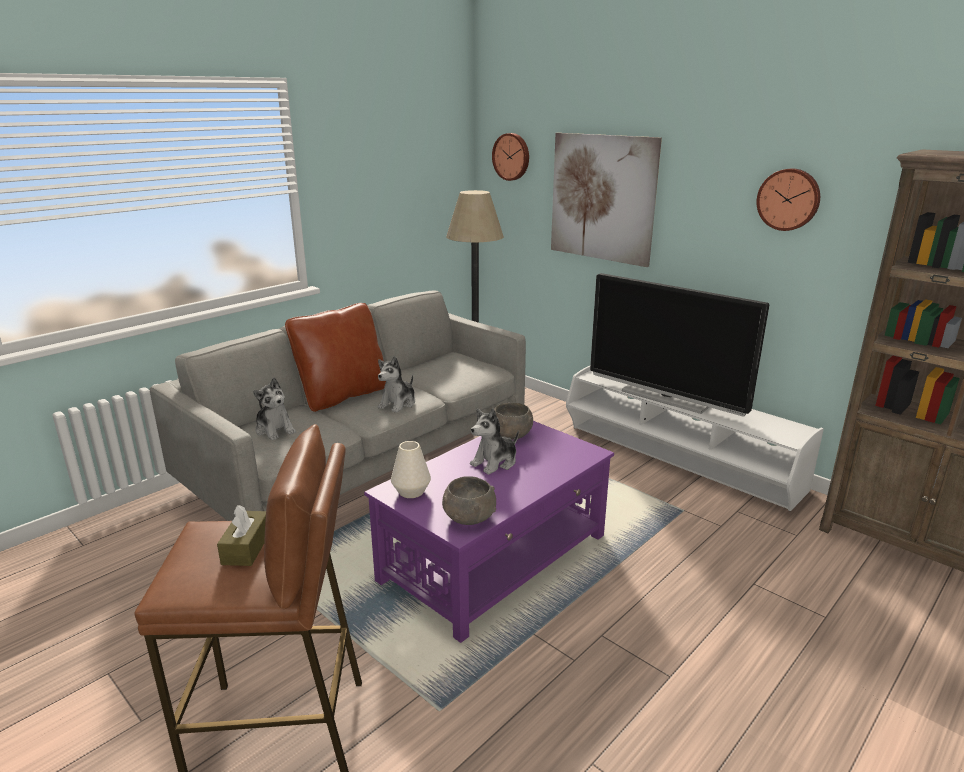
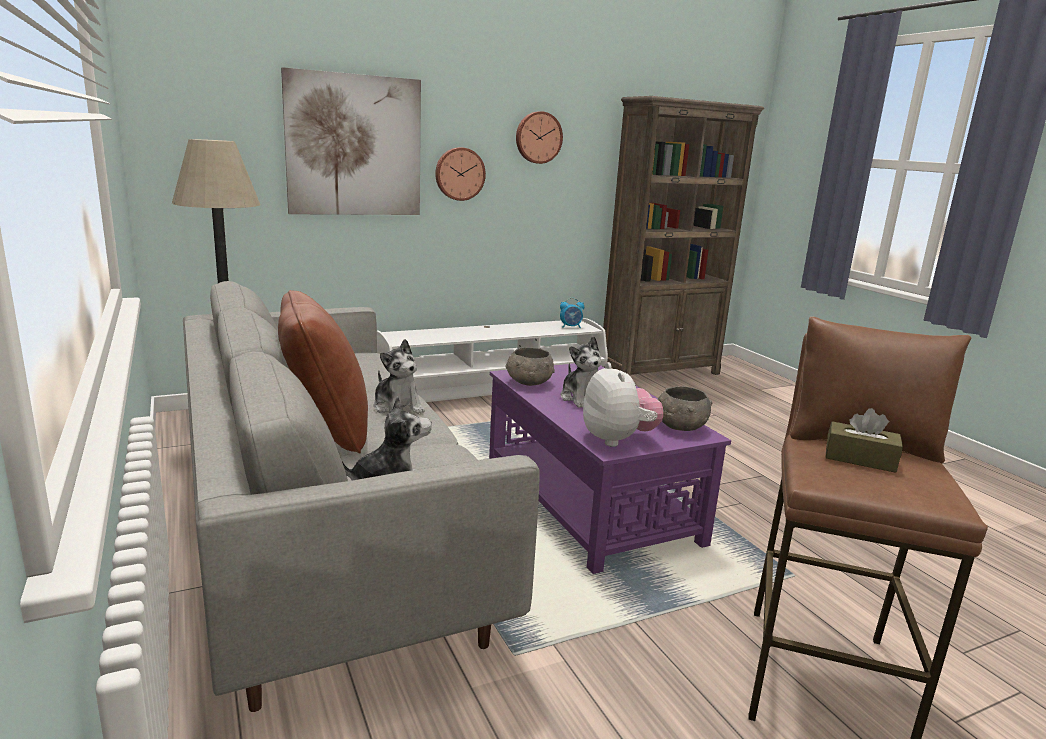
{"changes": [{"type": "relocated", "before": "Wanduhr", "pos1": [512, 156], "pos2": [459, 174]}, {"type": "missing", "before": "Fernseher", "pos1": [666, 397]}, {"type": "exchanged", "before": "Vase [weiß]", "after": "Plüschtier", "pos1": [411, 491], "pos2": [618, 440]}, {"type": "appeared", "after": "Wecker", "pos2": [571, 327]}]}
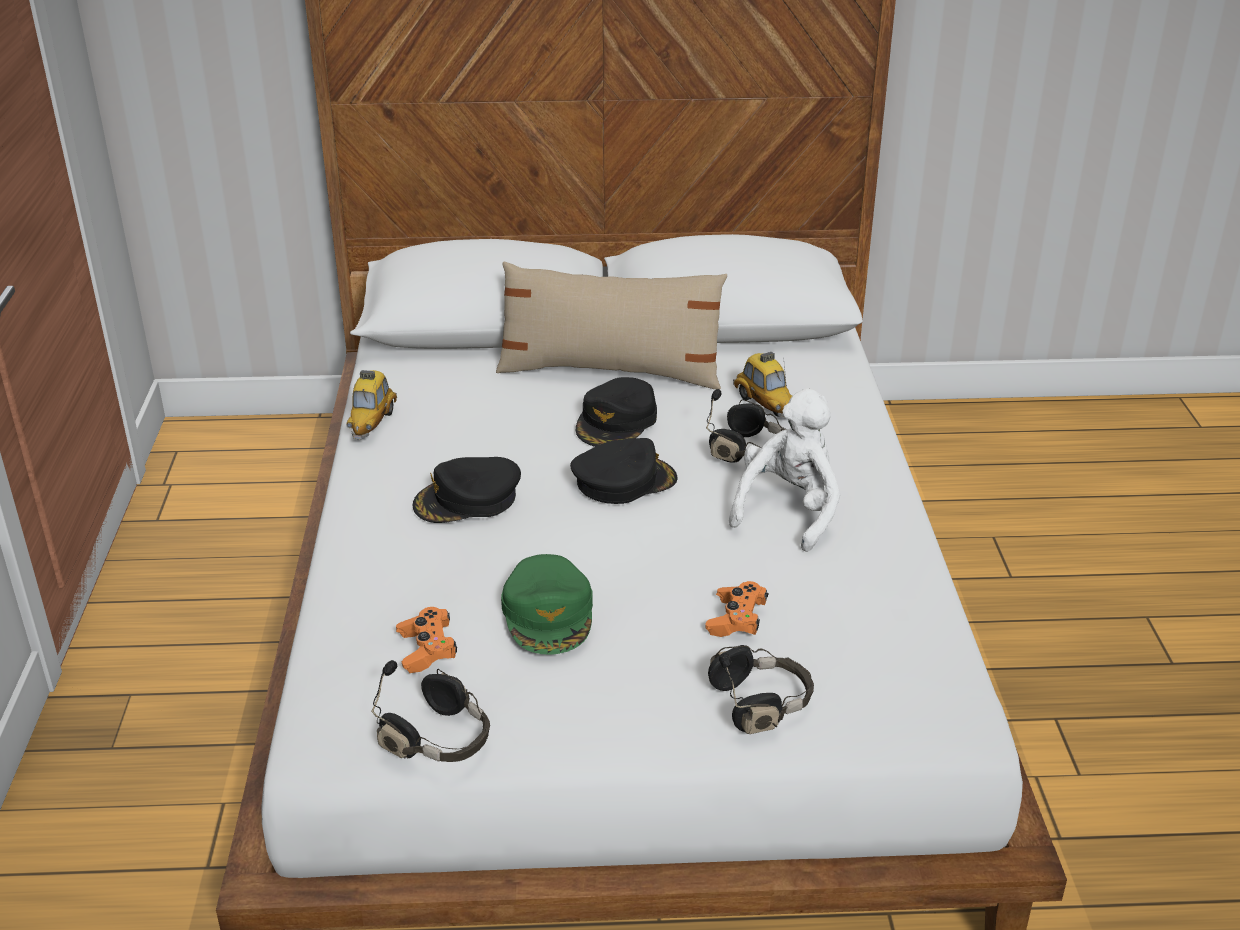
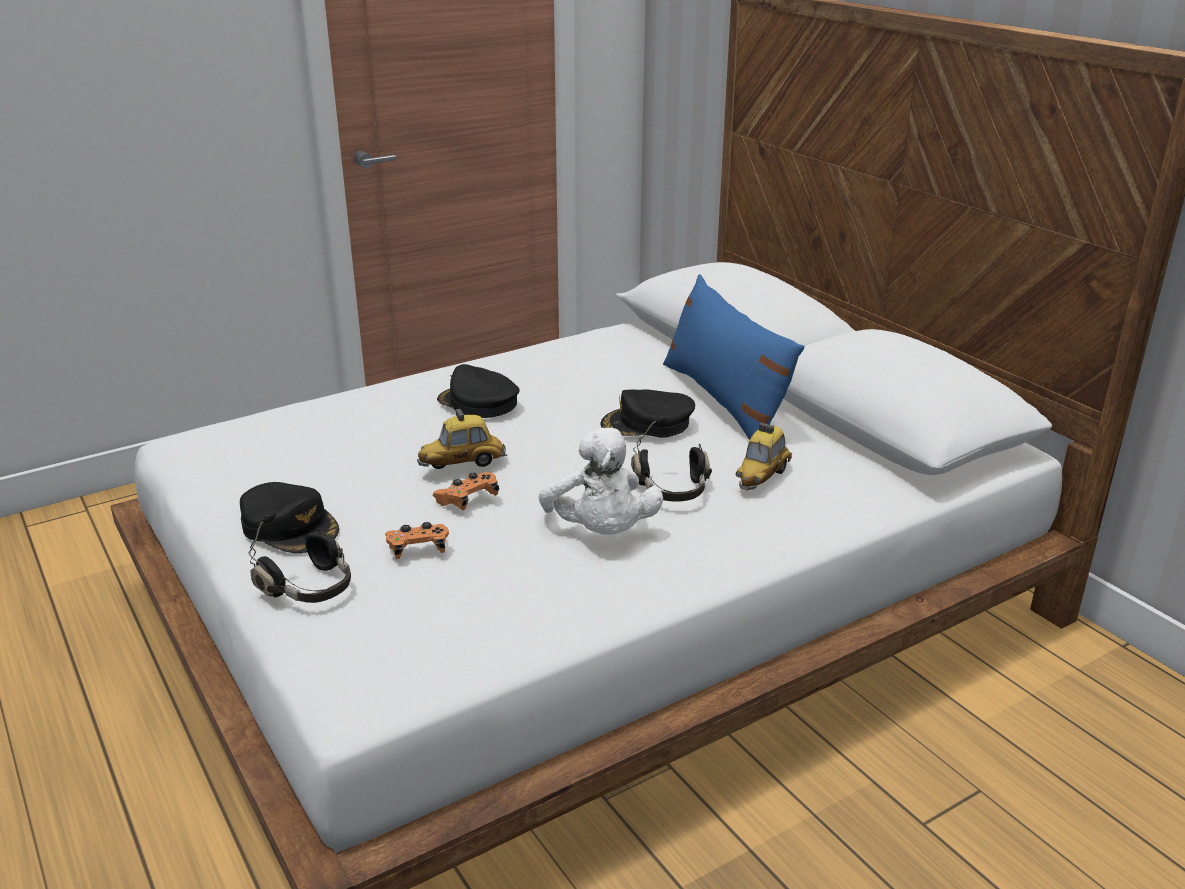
{"changes": [{"type": "colour", "before": "Kissen [beige]", "after": "Kissen [blau]", "pos1": [610, 371], "pos2": [724, 402]}, {"type": "relocated", "before": "Spielzeugauto", "pos1": [372, 423], "pos2": [462, 463]}, {"type": "spun", "before": "Plüschtier [weiß]", "pos1": [788, 511], "pos2": [601, 532], "turn": 75}, {"type": "relocated", "before": "Kappe [schwarz]", "pos1": [623, 480], "pos2": [290, 526]}, {"type": "missing", "before": "Kappe [grün]", "pos1": [549, 614]}, {"type": "relocated", "before": "Gamepad [orange]", "pos1": [427, 650], "pos2": [468, 500]}, {"type": "missing", "before": "Kopfhörer [schwarz]", "pos1": [440, 740]}]}
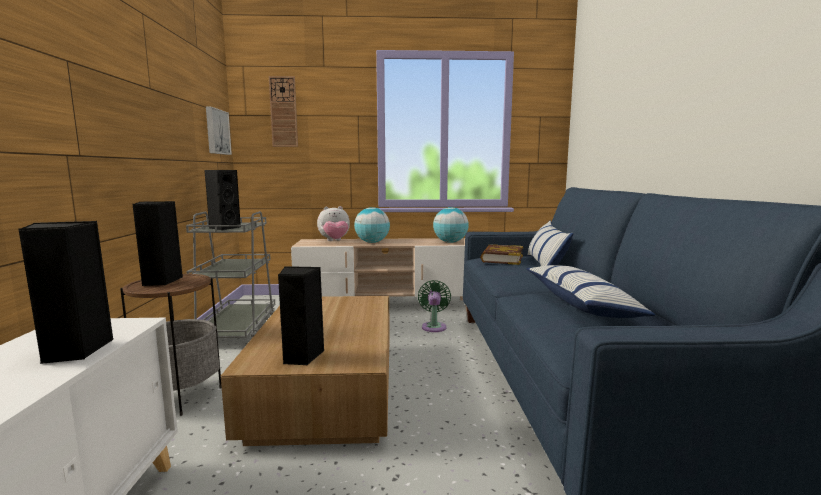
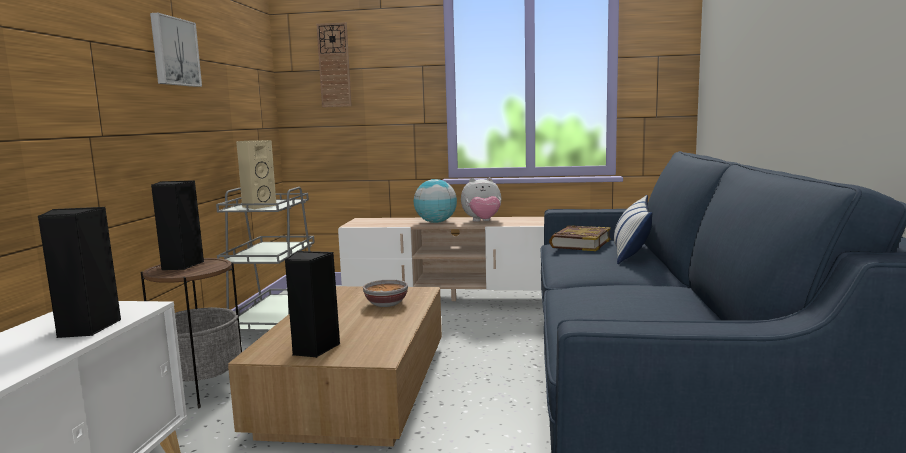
{"changes": [{"type": "relocated", "before": "Bild", "pos1": [216, 132], "pos2": [173, 52]}, {"type": "colour", "before": "Lautsprecher [schwarz]", "after": "Lautsprecher [beige]", "pos1": [224, 228], "pos2": [258, 206]}, {"type": "relocated", "before": "Plüschtier", "pos1": [334, 241], "pos2": [482, 221]}, {"type": "missing", "before": "Globus", "pos1": [450, 242]}, {"type": "missing", "before": "Kissen", "pos1": [581, 304]}, {"type": "missing", "before": "Ventilator [grün]", "pos1": [434, 326]}, {"type": "appeared", "after": "Schüssel", "pos2": [386, 304]}]}
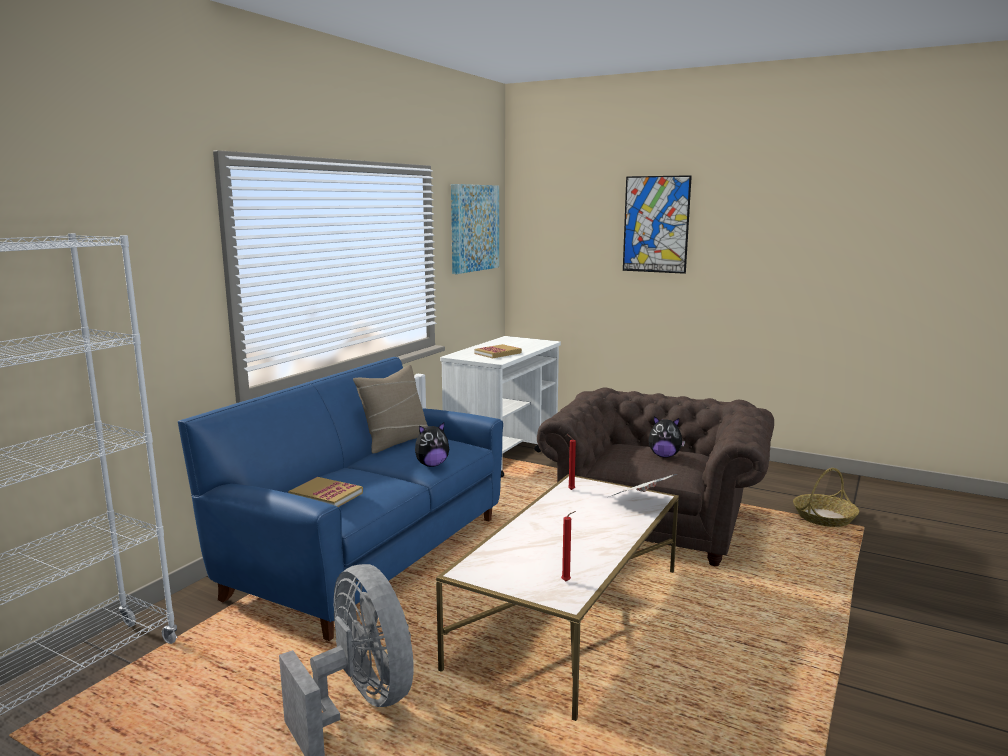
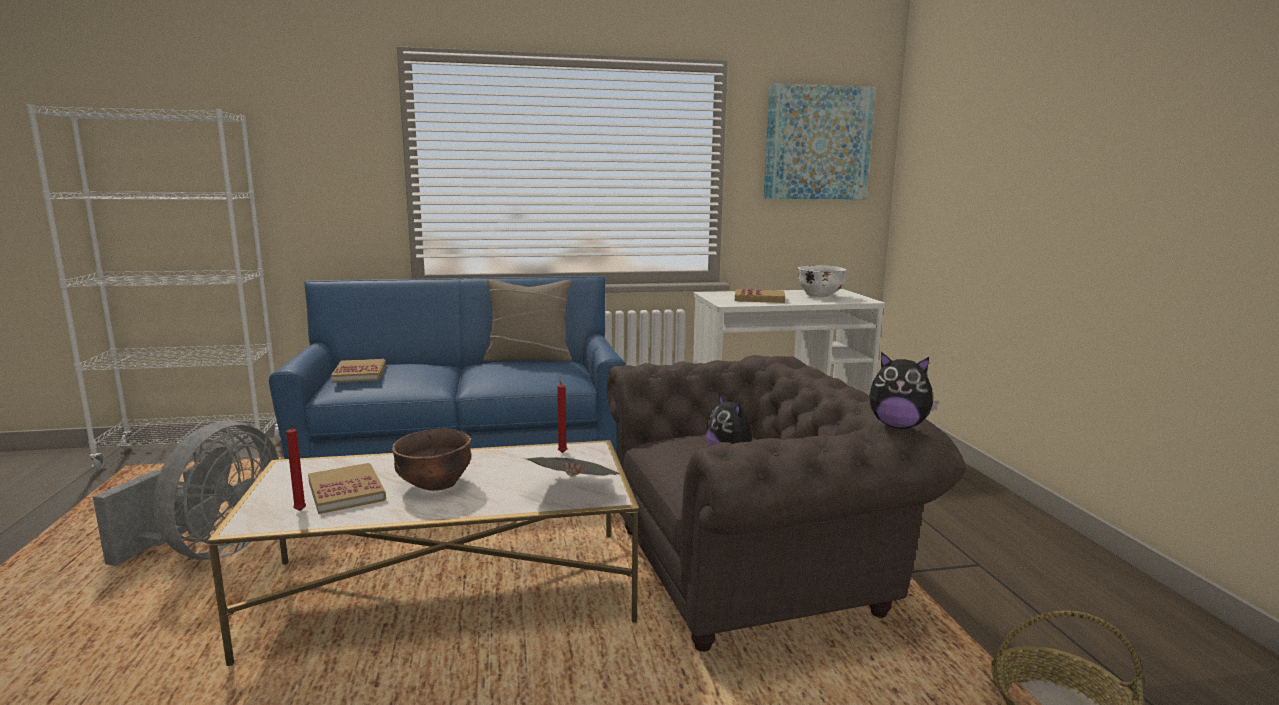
{"changes": [{"type": "missing", "before": "Bild", "pos1": [656, 224]}, {"type": "relocated", "before": "Plüschtier", "pos1": [431, 465], "pos2": [898, 426]}, {"type": "appeared", "after": "Schüssel [weiß]", "pos2": [820, 296]}, {"type": "appeared", "after": "Schüssel [braun]", "pos2": [435, 485]}, {"type": "appeared", "after": "Buch", "pos2": [346, 491]}]}
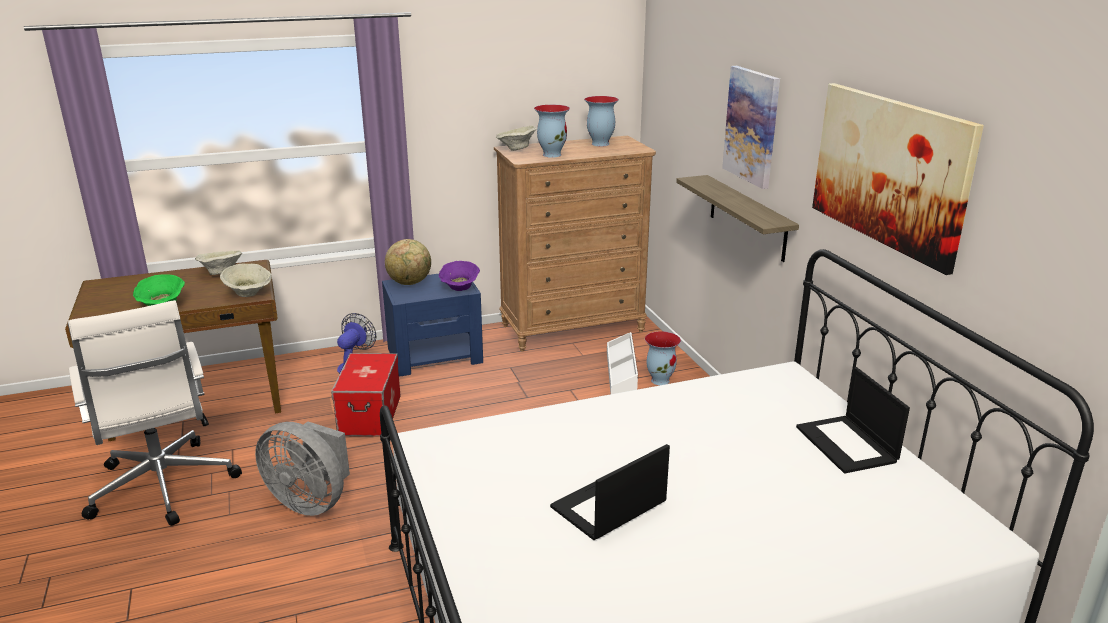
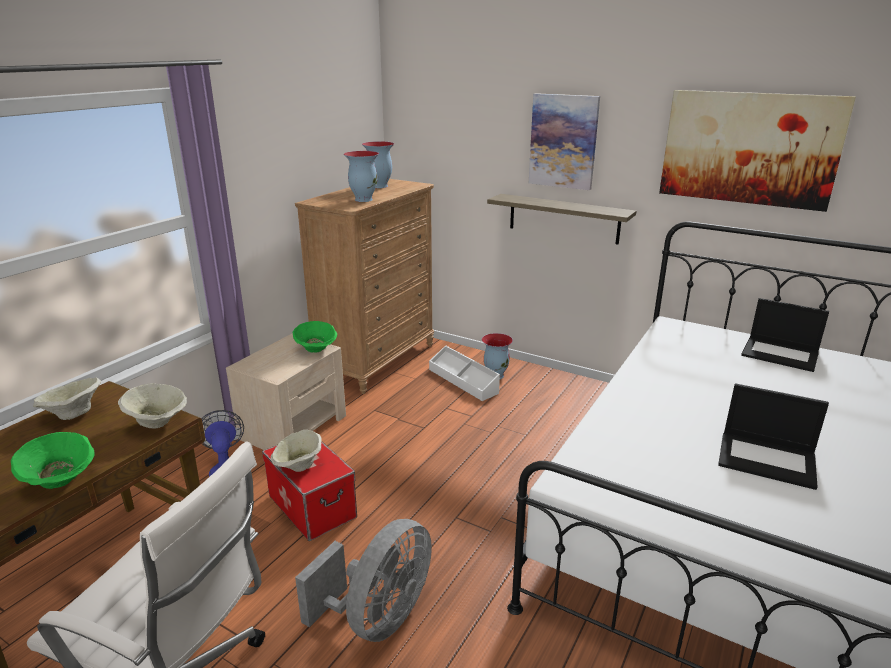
{"changes": [{"type": "relocated", "before": "Schüssel [beige]", "pos1": [516, 149], "pos2": [298, 466]}, {"type": "missing", "before": "Globus", "pos1": [410, 283]}, {"type": "colour", "before": "Schüssel [lila]", "after": "Schüssel [grün]", "pos1": [460, 288], "pos2": [316, 349]}, {"type": "colour", "before": "Nachttisch [blau]", "after": "Nachttisch [beige]", "pos1": [435, 355], "pos2": [294, 426]}, {"type": "spun", "before": "Ventilator [grau]", "pos1": [311, 501], "pos2": [378, 618], "turn": -45}, {"type": "spun", "before": "Laptop", "pos1": [608, 506], "pos2": [767, 459], "turn": -75}]}
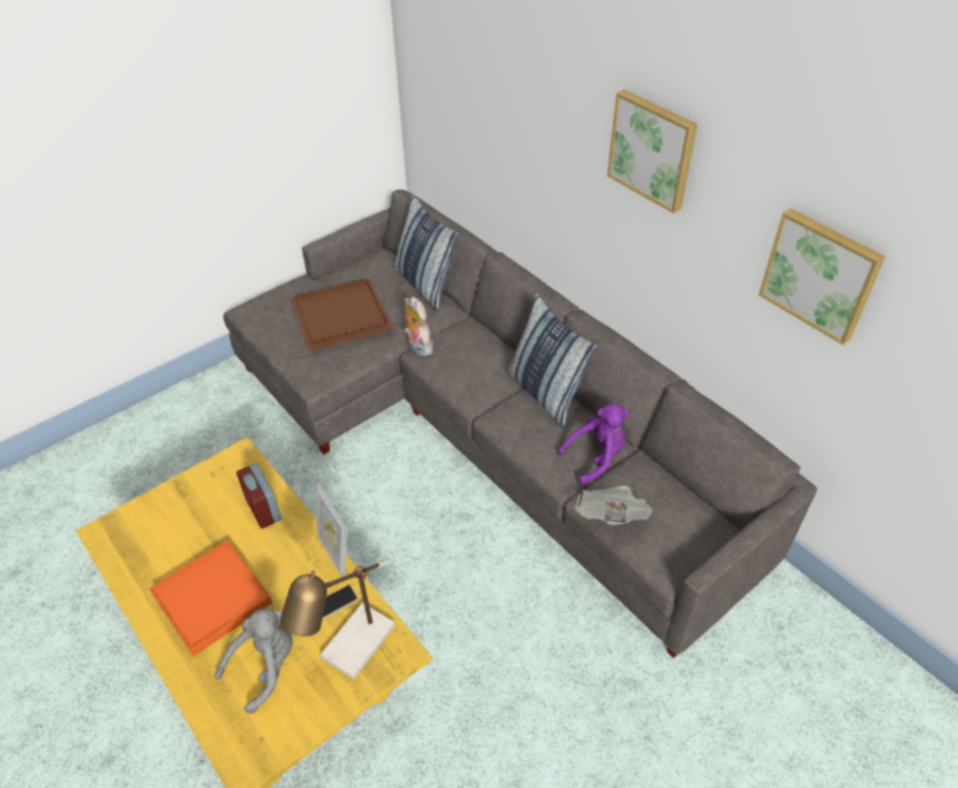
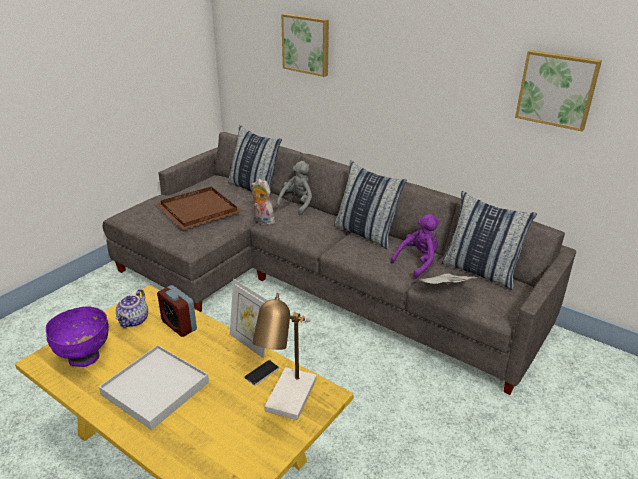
{"changes": [{"type": "relocated", "before": "Bild", "pos1": [653, 149], "pos2": [306, 44]}, {"type": "colour", "before": "Tablett [orange]", "after": "Tablett [weiß]", "pos1": [212, 599], "pos2": [155, 389]}, {"type": "relocated", "before": "Plüschtier [grau]", "pos1": [265, 666], "pos2": [297, 204]}, {"type": "appeared", "after": "Kissen", "pos2": [480, 271]}, {"type": "appeared", "after": "Teekanne", "pos2": [134, 321]}, {"type": "appeared", "after": "Schüssel [lila]", "pos2": [85, 358]}]}
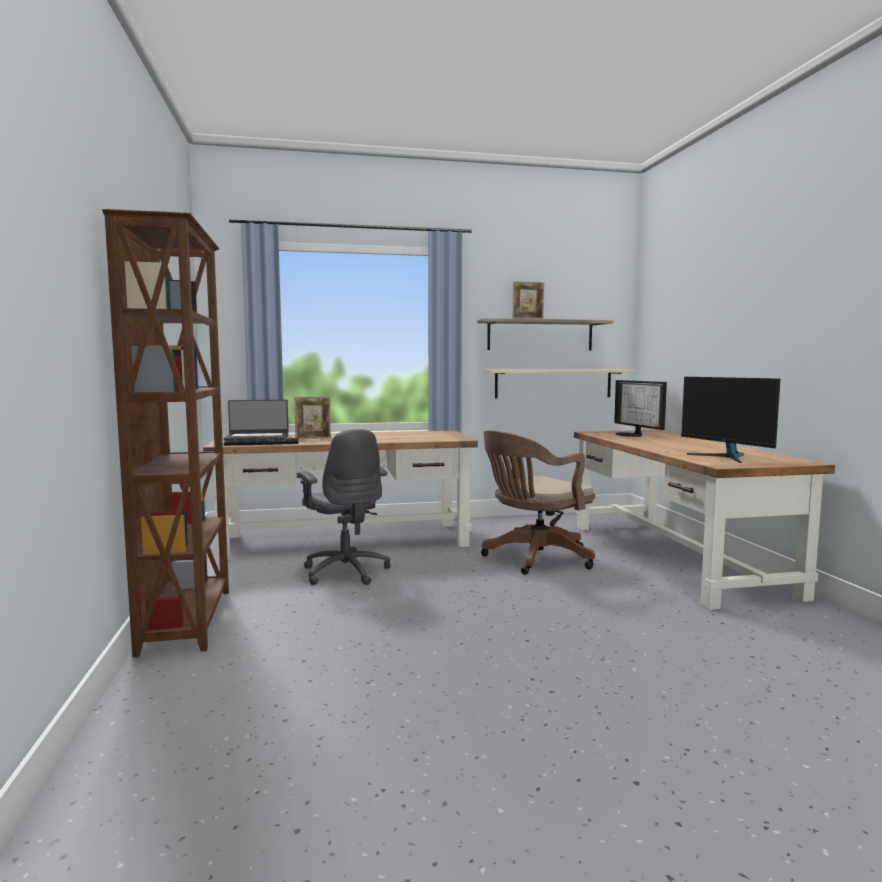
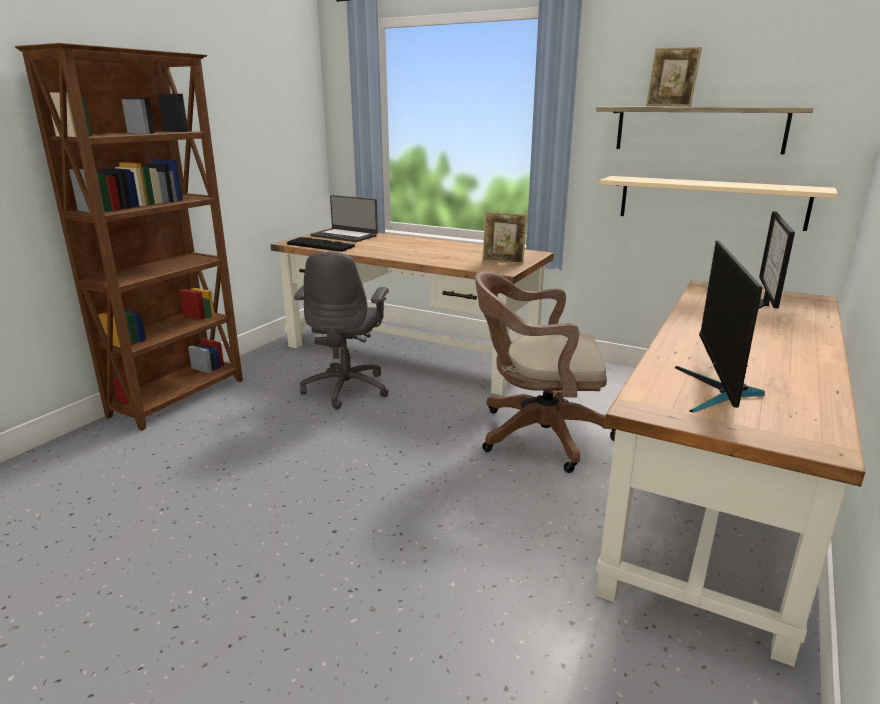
{"changes": [{"type": "relocated", "before": "Bilderrahmen", "pos1": [313, 438], "pos2": [503, 262]}]}
